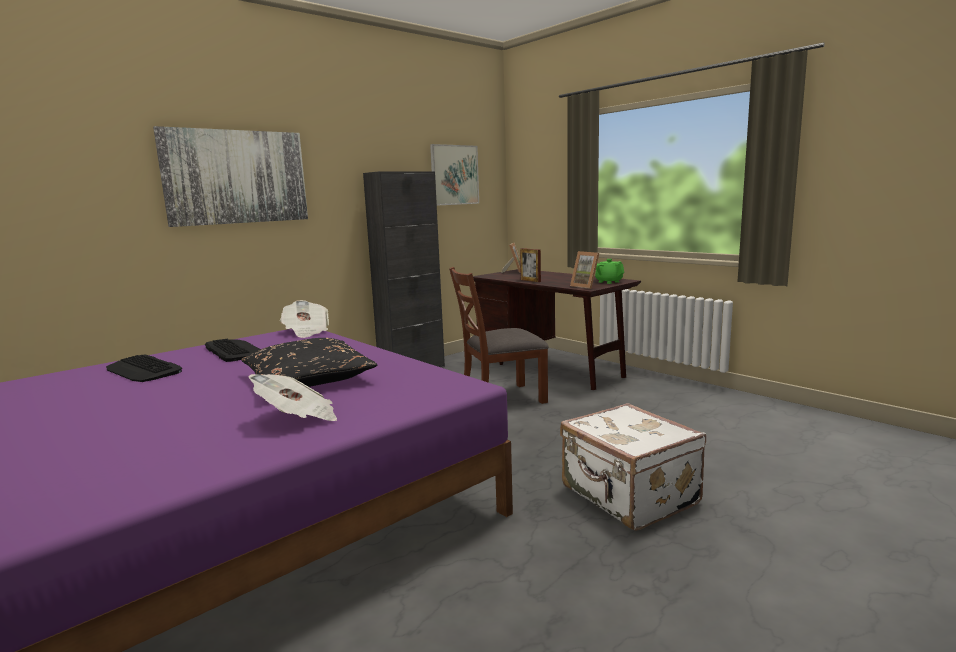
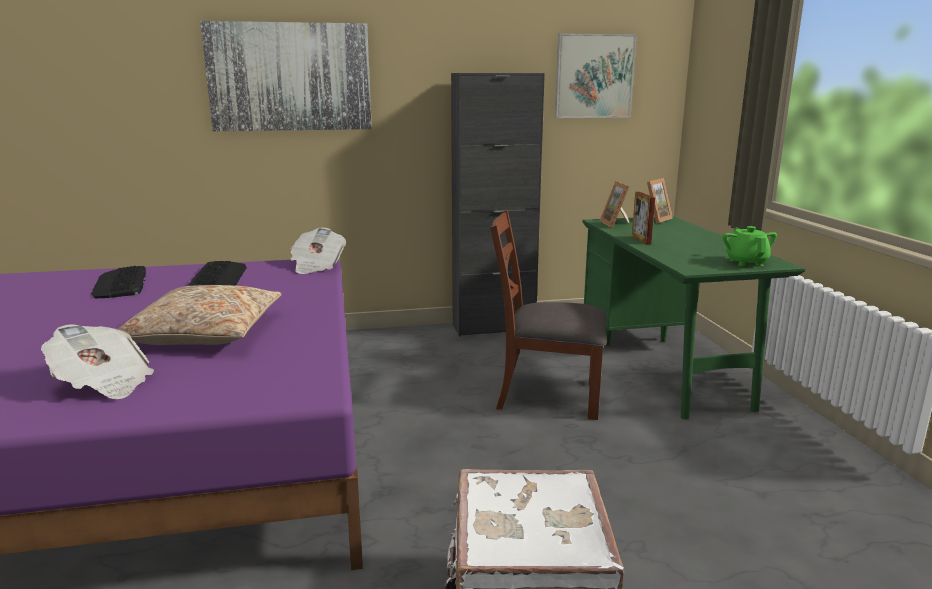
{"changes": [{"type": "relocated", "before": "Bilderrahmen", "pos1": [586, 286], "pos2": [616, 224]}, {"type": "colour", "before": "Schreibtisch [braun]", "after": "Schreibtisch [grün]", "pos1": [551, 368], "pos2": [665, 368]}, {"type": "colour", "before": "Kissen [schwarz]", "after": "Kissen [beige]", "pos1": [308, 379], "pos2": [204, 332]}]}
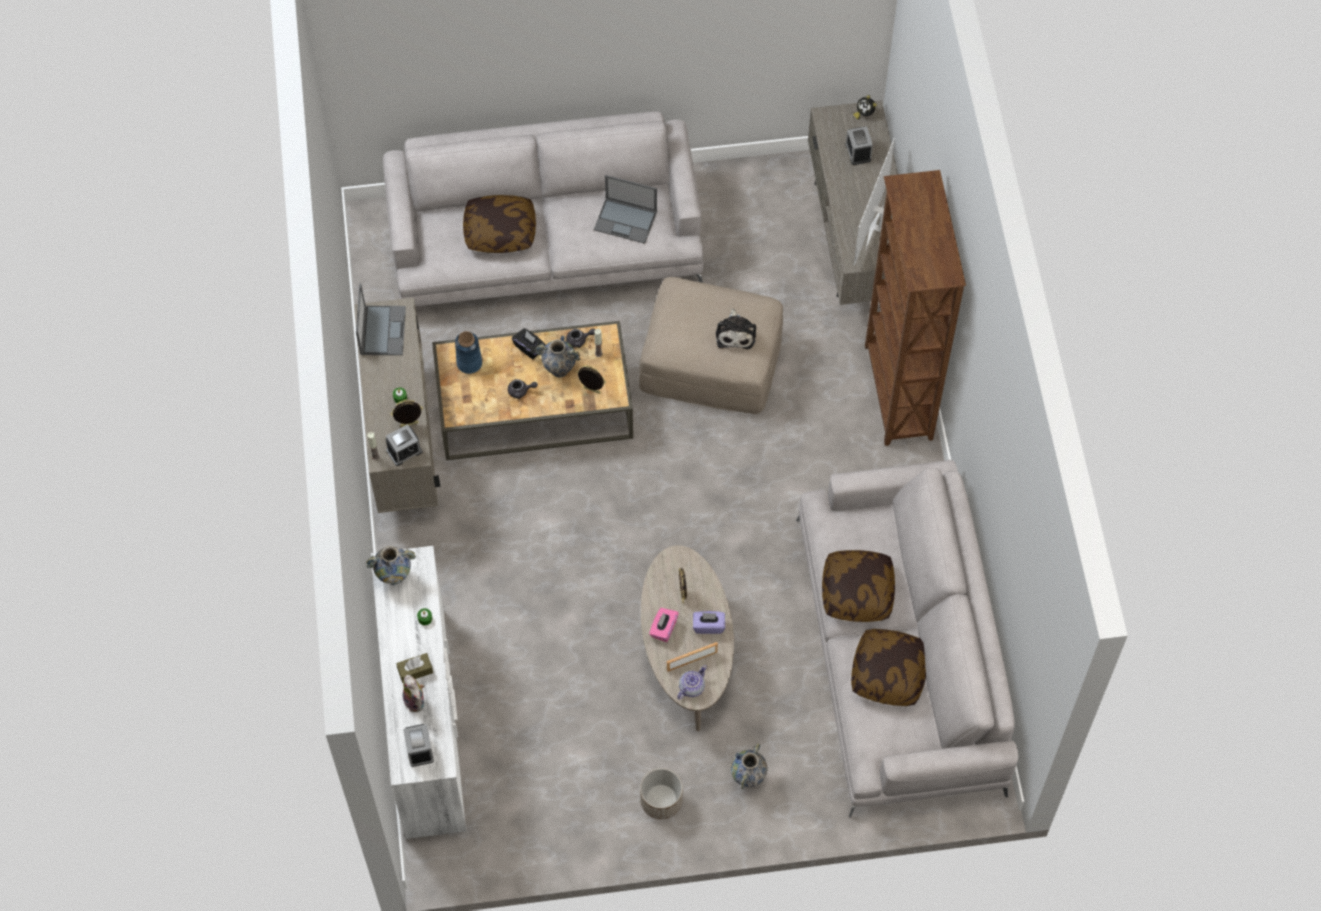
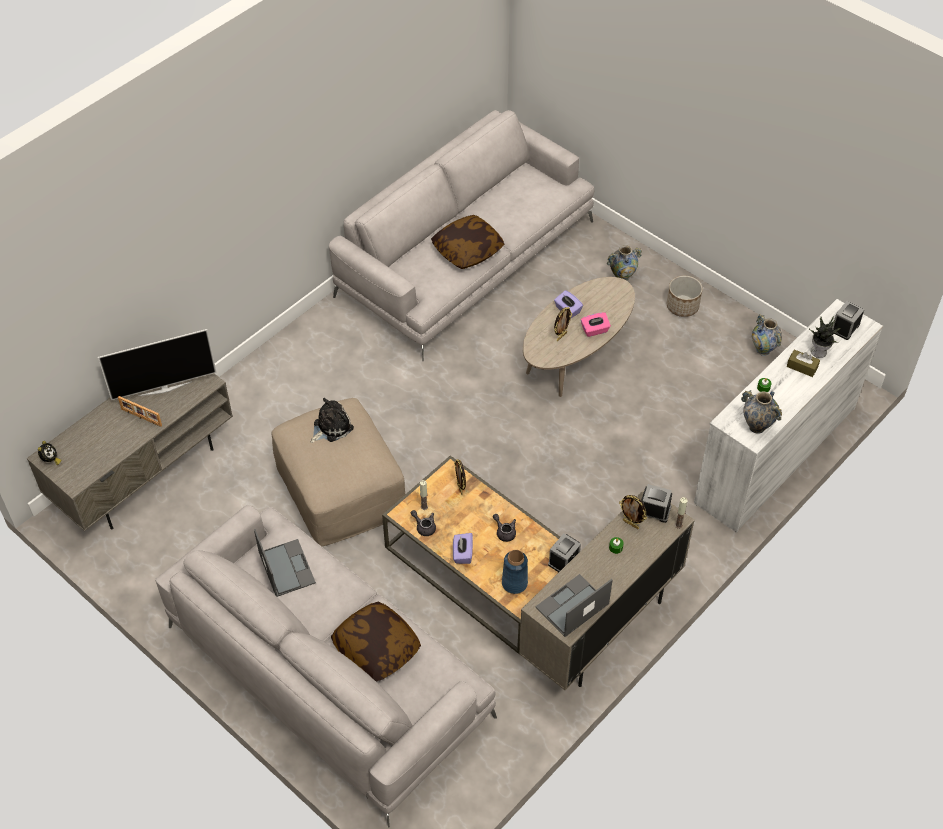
{"changes": [{"type": "relocated", "before": "Wecker", "pos1": [858, 152], "pos2": [564, 560]}, {"type": "missing", "before": "Bücherregal [braun]", "pos1": [897, 393]}, {"type": "colour", "before": "Taschentuchbox [schwarz]", "after": "Taschentuchbox [lila]", "pos1": [529, 348], "pos2": [462, 554]}, {"type": "relocated", "before": "Vase", "pos1": [559, 370], "pos2": [763, 350]}, {"type": "missing", "before": "Kissen", "pos1": [889, 673]}, {"type": "relocated", "before": "Bilderrahmen", "pos1": [691, 660], "pos2": [141, 417]}, {"type": "missing", "before": "Teekanne", "pos1": [691, 687]}, {"type": "exchanged", "before": "Plüschtier", "after": "Topfpflanze", "pos1": [416, 701], "pos2": [819, 352]}]}
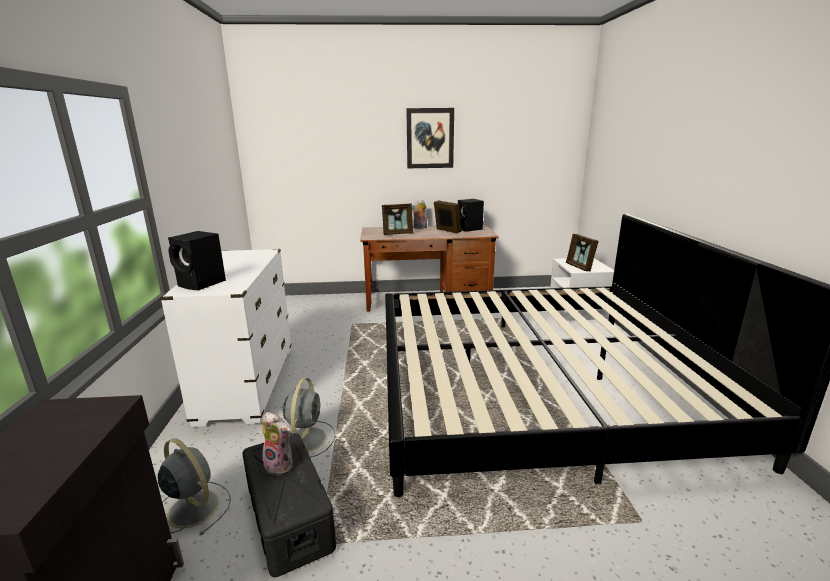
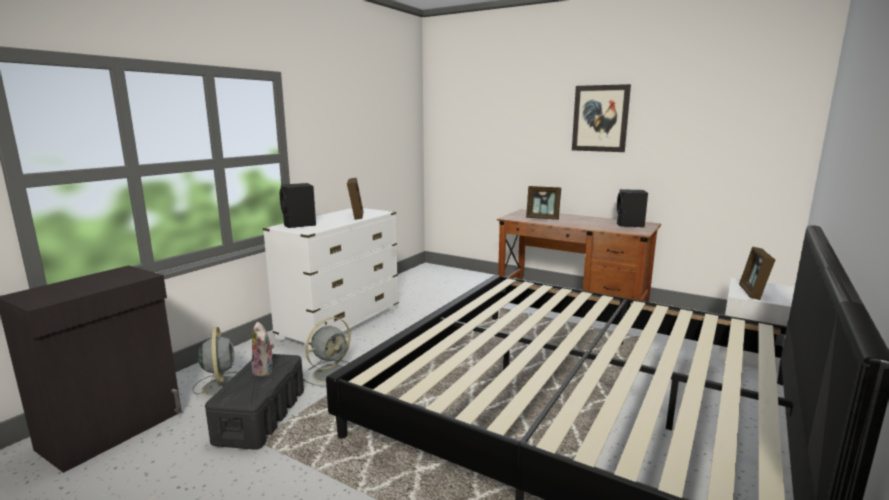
{"changes": [{"type": "missing", "before": "Plüschtier", "pos1": [419, 228]}, {"type": "relocated", "before": "Bilderrahmen", "pos1": [447, 231], "pos2": [356, 216]}]}
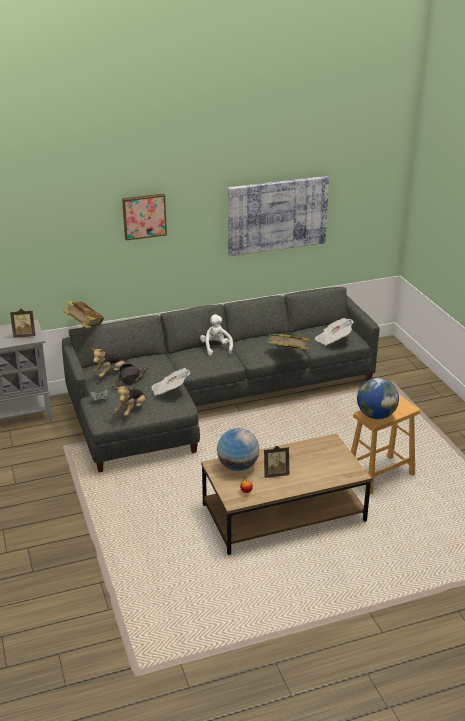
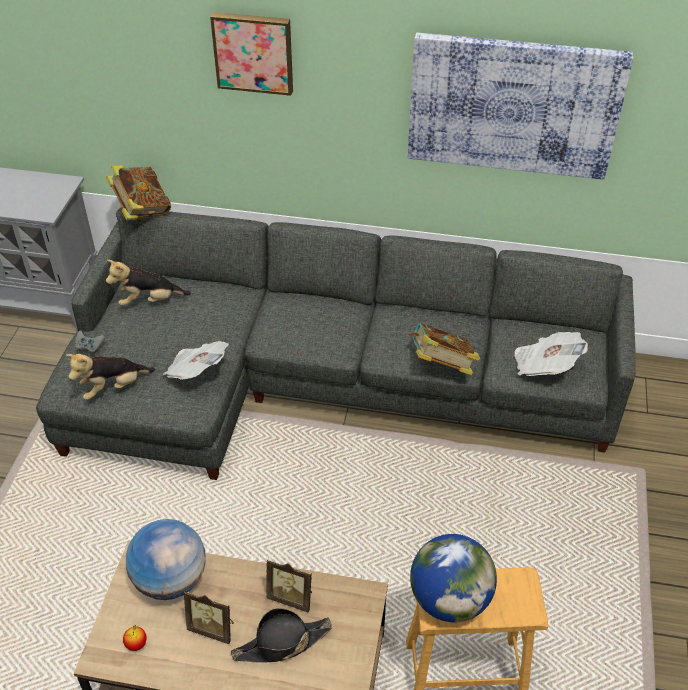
{"changes": [{"type": "relocated", "before": "Bilderrahmen", "pos1": [24, 335], "pos2": [291, 597]}, {"type": "missing", "before": "Plüschtier [weiß]", "pos1": [216, 348]}, {"type": "relocated", "before": "Hut [schwarz]", "pos1": [130, 380], "pos2": [282, 643]}]}
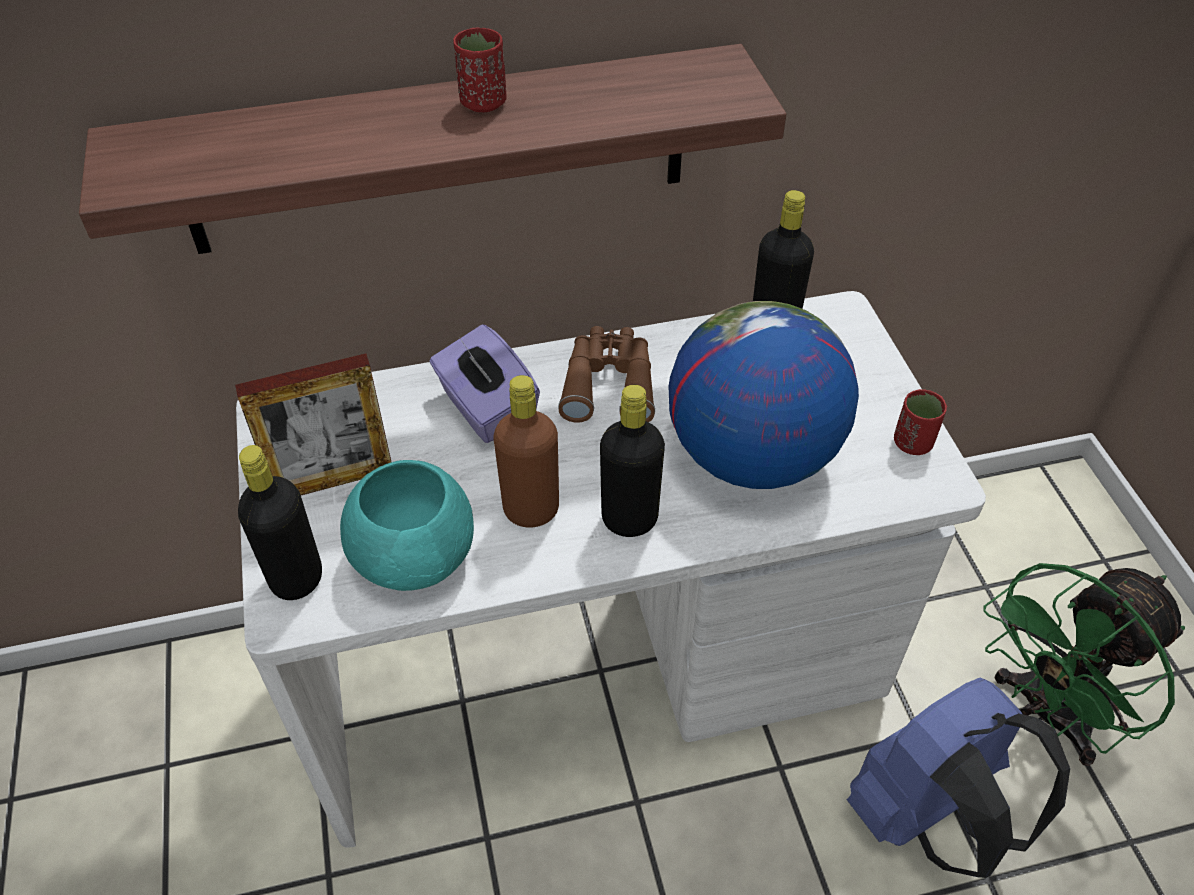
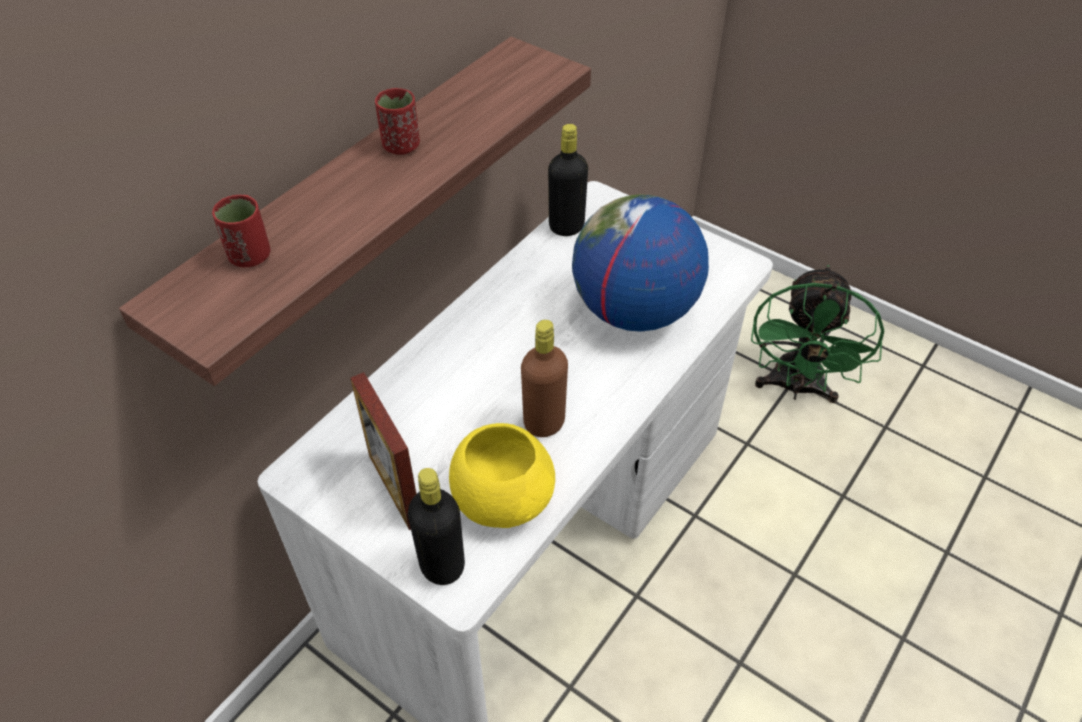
{"changes": [{"type": "missing", "before": "Taschentuchbox [lila]", "pos1": [486, 408]}, {"type": "missing", "before": "Fernglas [braun]", "pos1": [609, 383]}, {"type": "spun", "before": "Bilderrahmen", "pos1": [333, 480], "pos2": [394, 489], "turn": 120}, {"type": "missing", "before": "Flasche [schwarz]", "pos1": [629, 519]}, {"type": "relocated", "before": "Tasse [rot]", "pos1": [912, 443], "pos2": [250, 256]}, {"type": "colour", "before": "Schüssel [türkis]", "after": "Schüssel [gelb]", "pos1": [415, 553], "pos2": [502, 496]}, {"type": "missing", "before": "Rucksack [blau]", "pos1": [928, 817]}]}
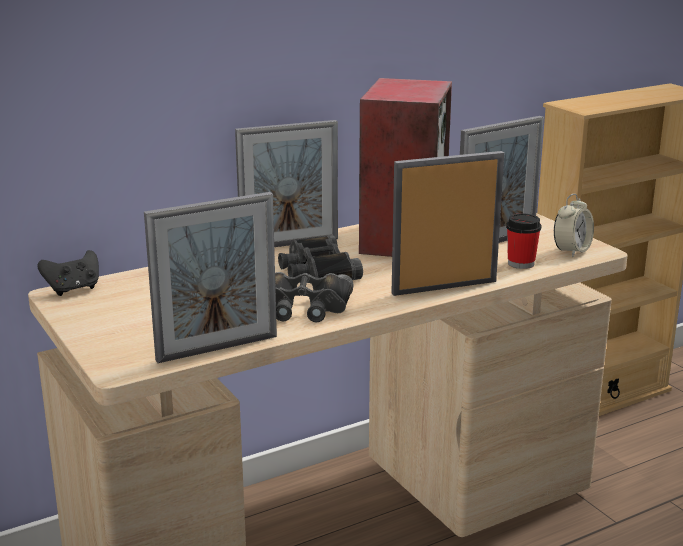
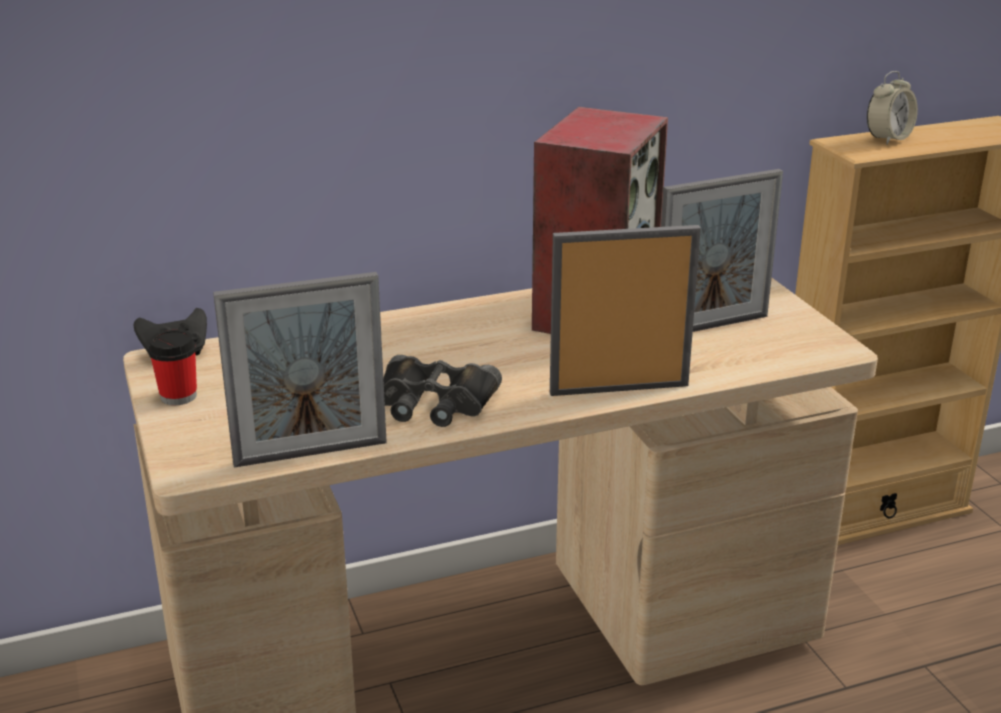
{"changes": [{"type": "missing", "before": "Bilderrahmen", "pos1": [289, 244]}, {"type": "relocated", "before": "Wecker", "pos1": [571, 251], "pos2": [888, 139]}, {"type": "relocated", "before": "Tasse", "pos1": [521, 263], "pos2": [178, 396]}, {"type": "missing", "before": "Fernglas [schwarz]", "pos1": [317, 270]}]}
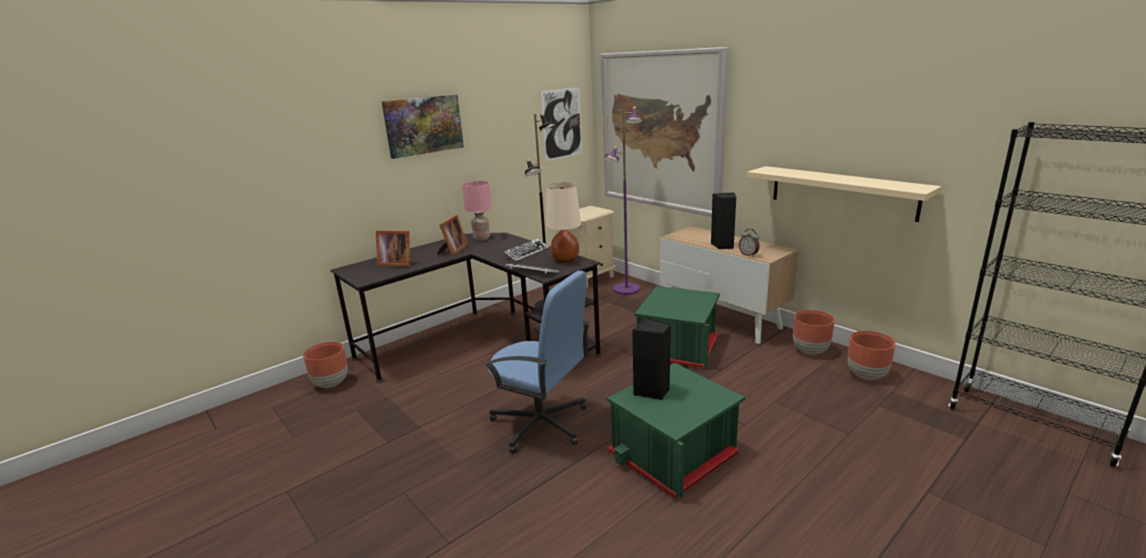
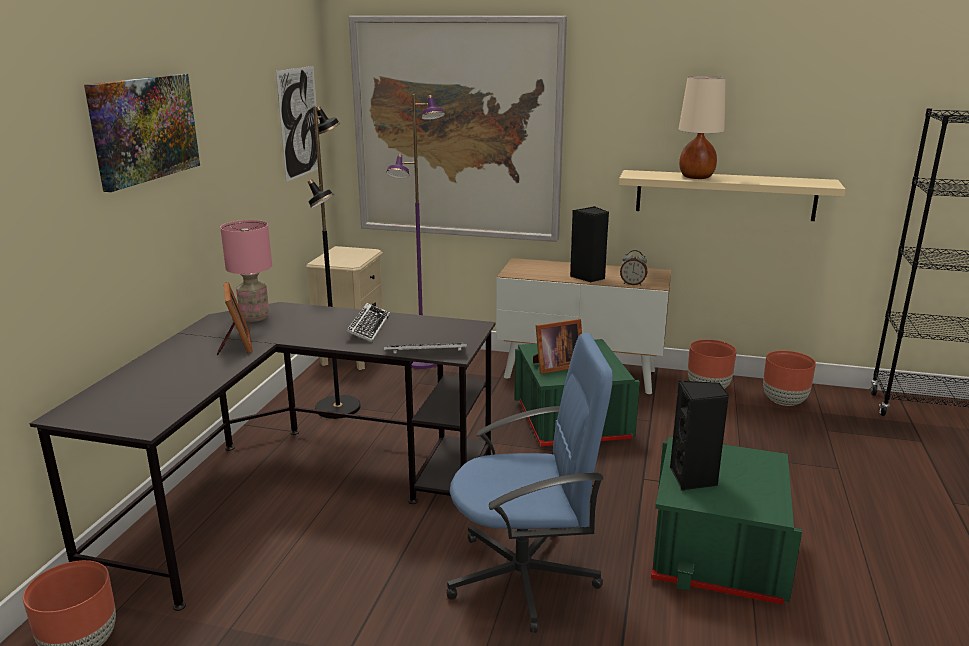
{"changes": [{"type": "relocated", "before": "Tischlampe [beige]", "pos1": [565, 260], "pos2": [696, 177]}, {"type": "relocated", "before": "Bilderrahmen", "pos1": [395, 263], "pos2": [555, 366]}]}
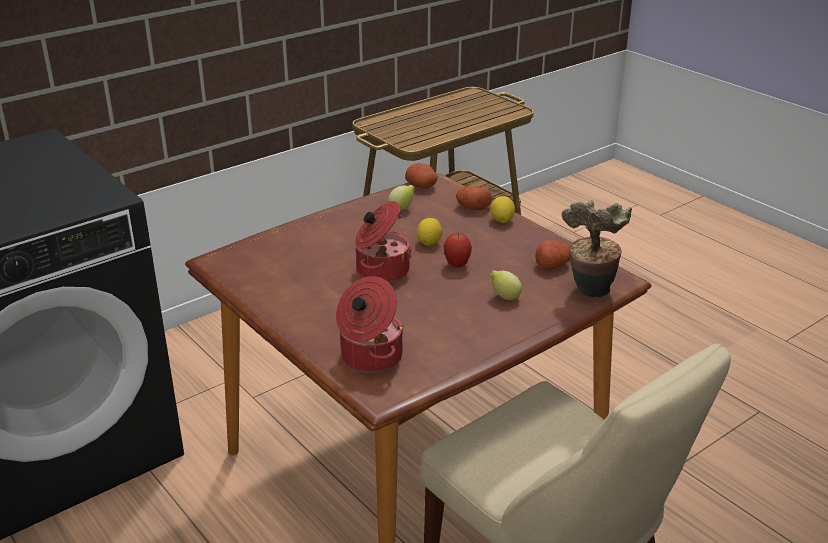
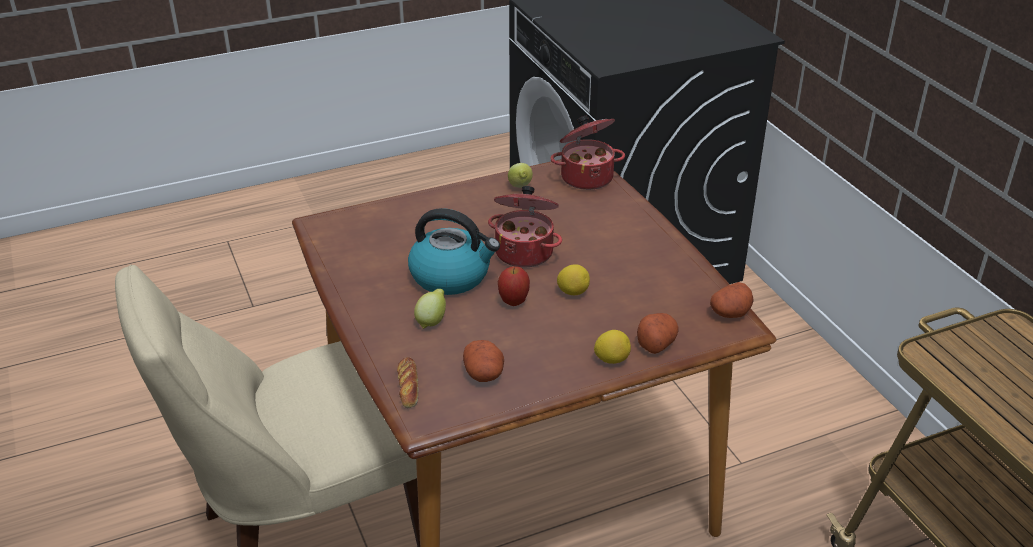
{"changes": [{"type": "relocated", "before": "Zitrone", "pos1": [402, 208], "pos2": [520, 187]}, {"type": "exchanged", "before": "Topfpflanze", "after": "Brot", "pos1": [589, 292], "pos2": [408, 386]}, {"type": "relocated", "before": "Kochtopf", "pos1": [369, 357], "pos2": [586, 177]}, {"type": "appeared", "after": "Wasserkessel", "pos2": [451, 276]}]}
